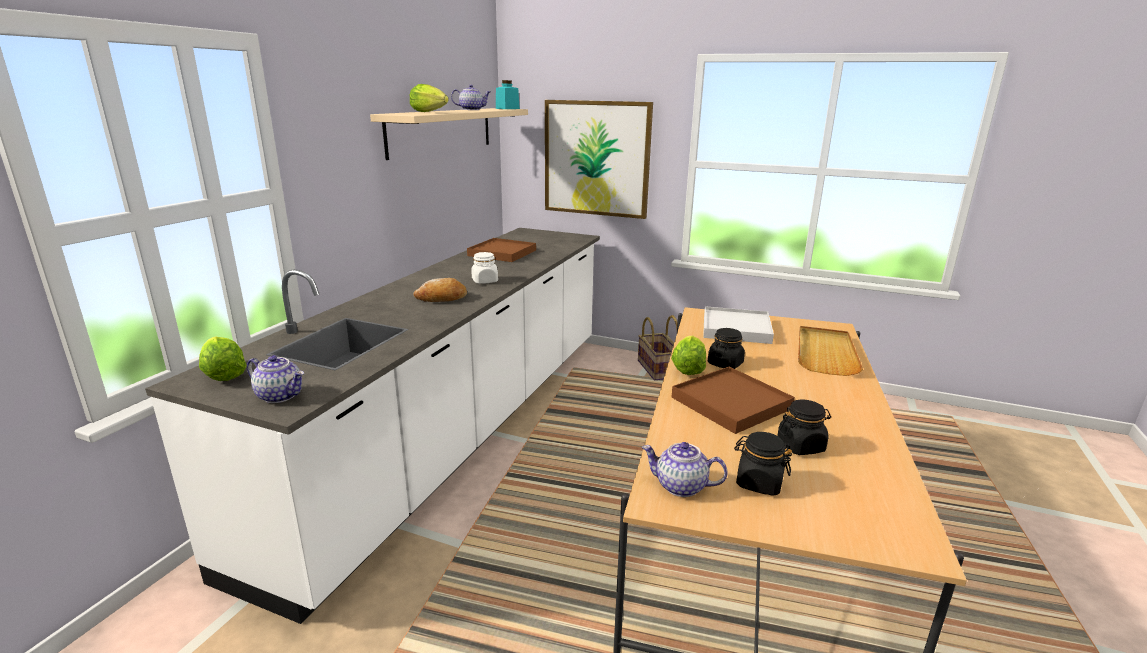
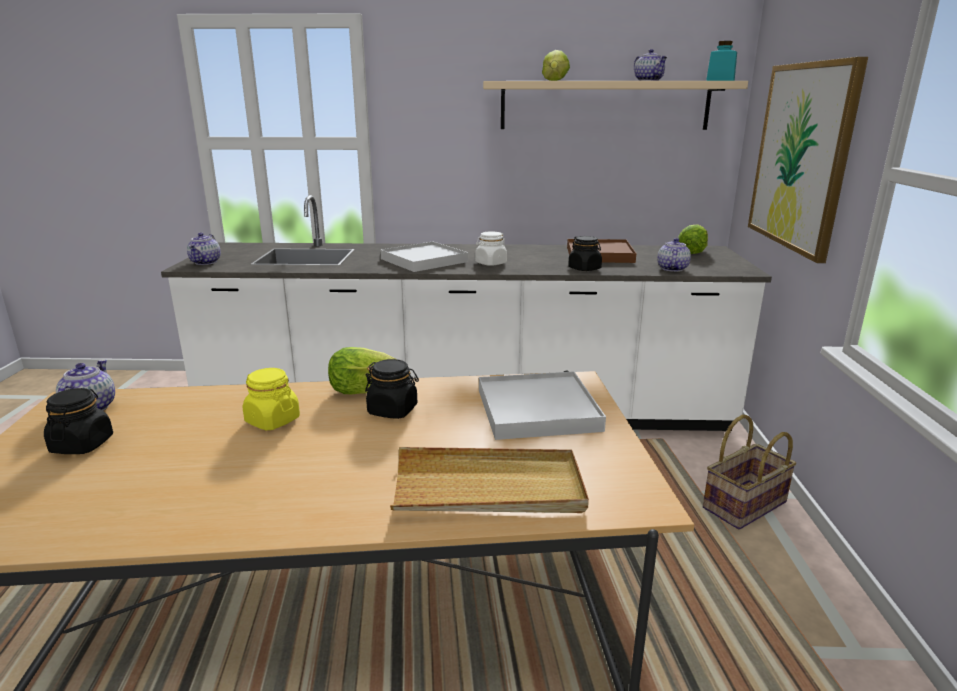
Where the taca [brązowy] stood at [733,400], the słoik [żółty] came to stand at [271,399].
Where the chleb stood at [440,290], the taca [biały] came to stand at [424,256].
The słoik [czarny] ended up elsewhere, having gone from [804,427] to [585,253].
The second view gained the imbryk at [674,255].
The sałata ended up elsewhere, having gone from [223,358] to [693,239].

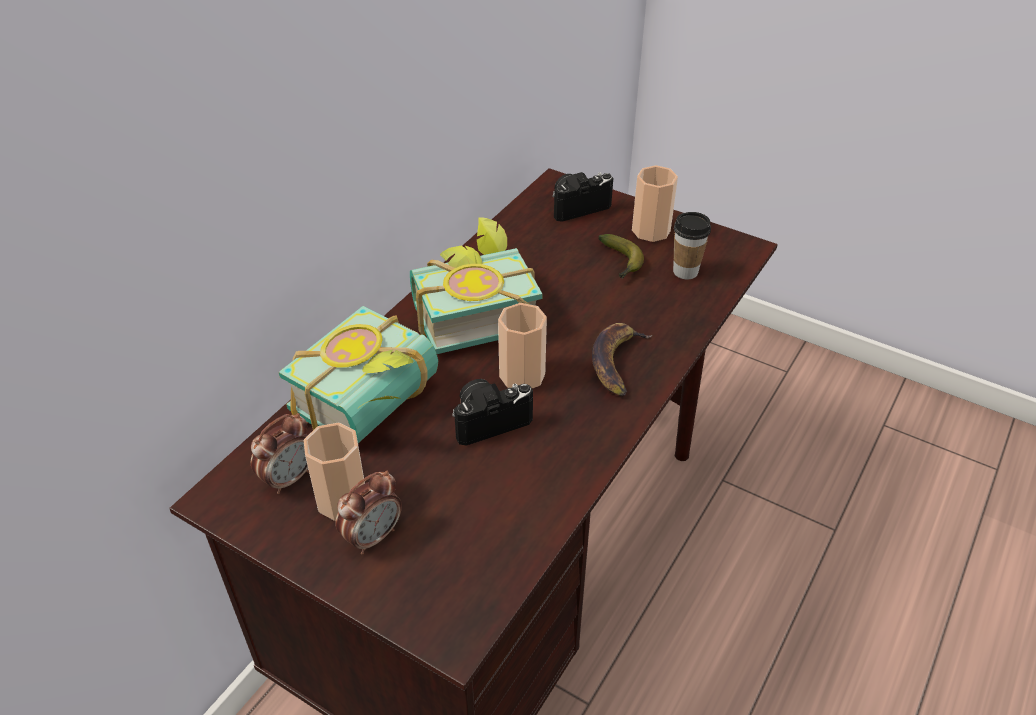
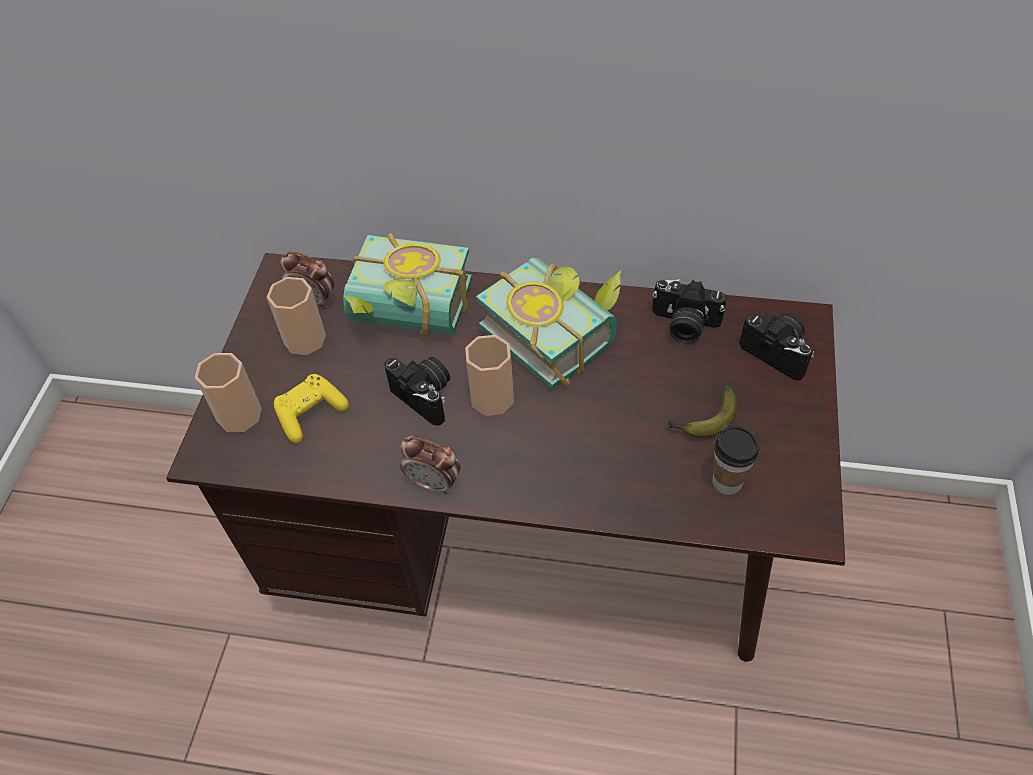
The filiżanka ended up elsewhere, having gone from [655,203] to [228,392].
The second view gained the pad do gier [żółty] at [311,408].
The budzik ended up elsewhere, having gone from [368,513] to [430,465].
The second view gained the aparat fotograficzny at [689,311].
The second view lost the banan at [622,359].

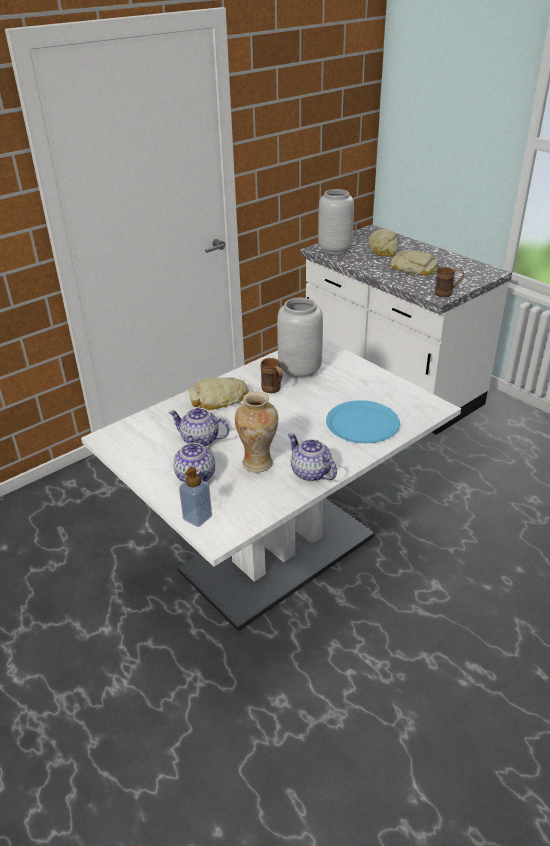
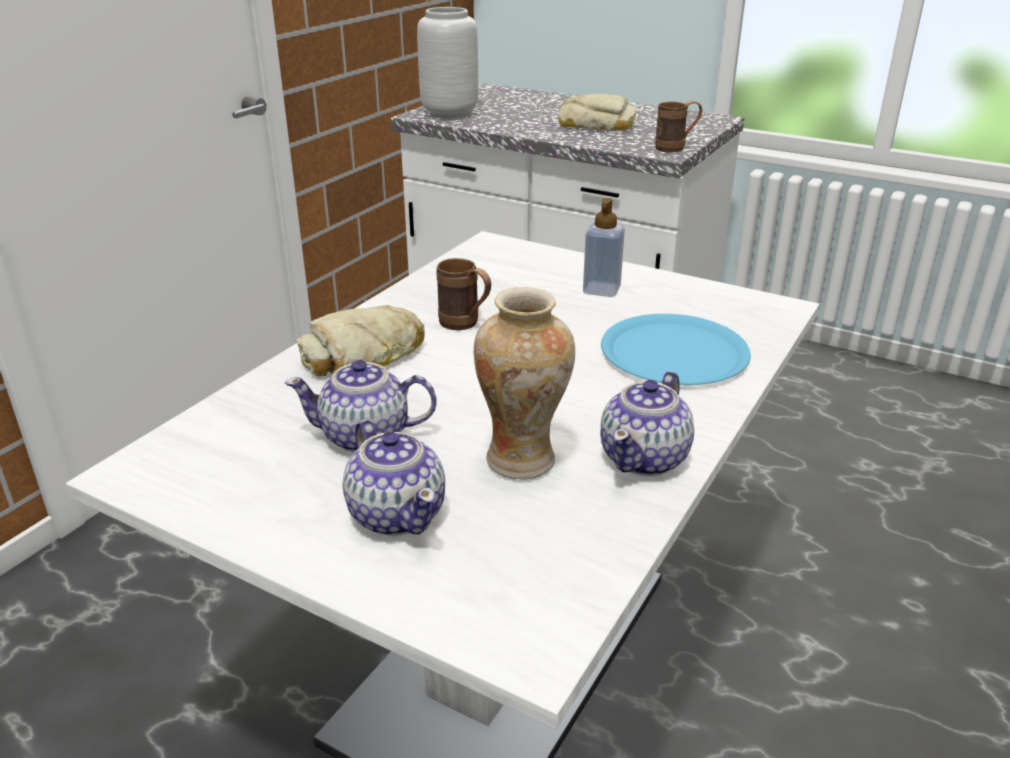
The dozownik mydła ended up elsewhere, having gone from [195,497] to [604,247].
The imbryk at [312,457] ended up facing another way, 90 degrees counterclockwise from before.
The second view lost the wazon [szary] at [300,338].
The second view lost the chleb at [383,242].

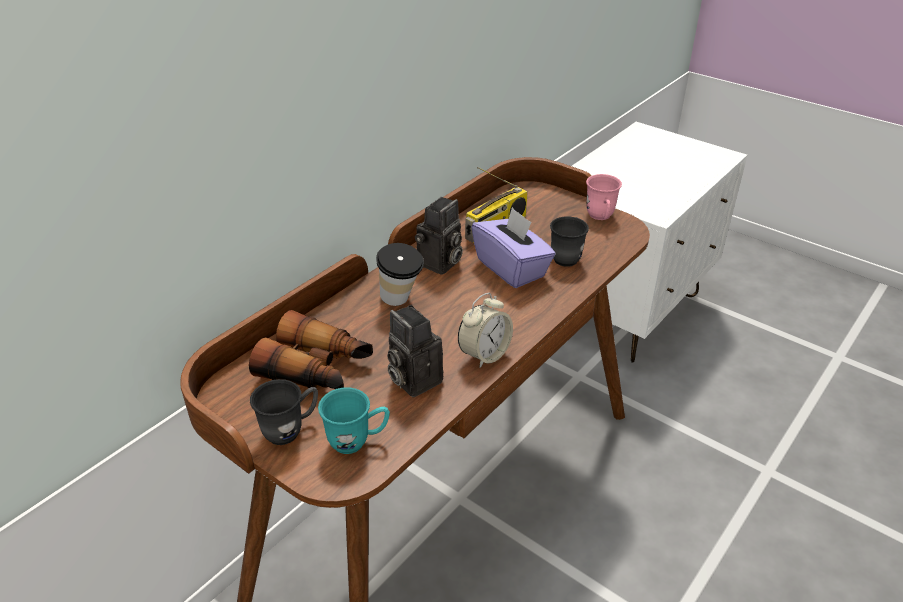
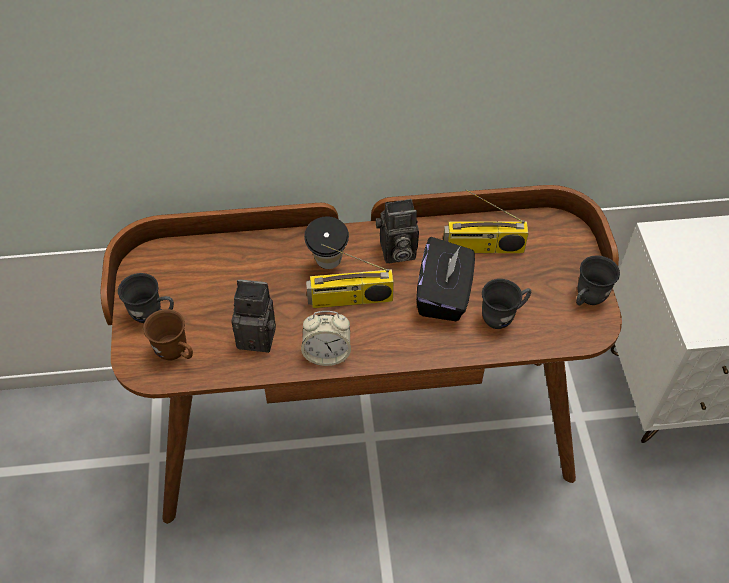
What was the kubek [turkusowy] at [354,420] turned into the kubek [brązowy] at [168,334].
The aparat fotograficzny at [415,351] ended up facing another way, 90 degrees clockwise from before.
The second view gained the radio at [350,276].
What was the pudełko chusteczek [fioletowy] at [513,247] turned into the pudełko chusteczek [czarny] at [445,279].
What was the kubek [różowy] at [604,197] turned into the kubek [szary] at [598,280].
The second view lost the lornetka at [311,349].

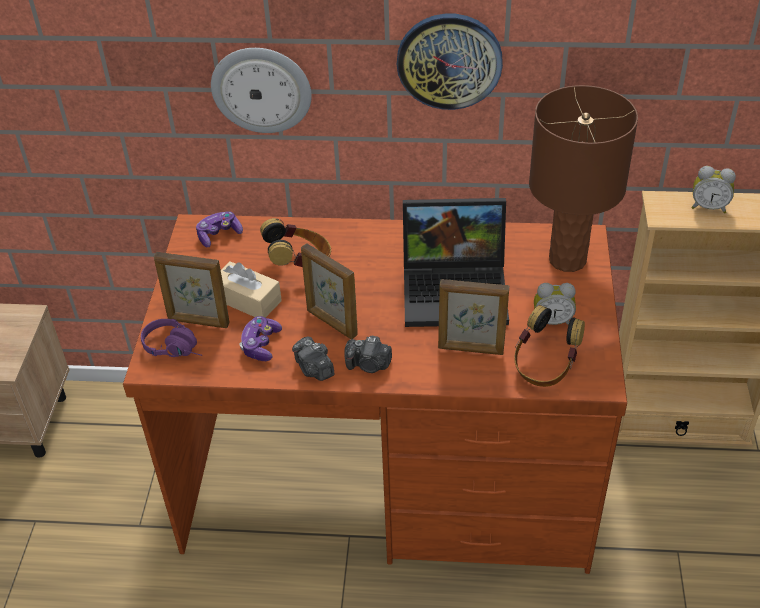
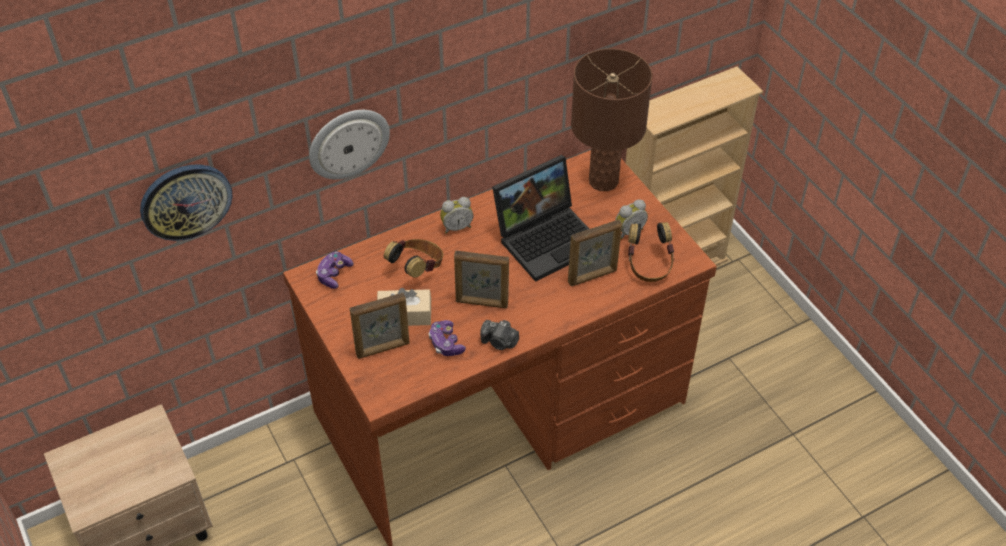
The zegar ścienny ended up elsewhere, having gone from [450,62] to [186,203].
The budzik ended up elsewhere, having gone from [713,189] to [456,215].
The second view lost the słuchawki [fioletowy] at [171,338].
The second view lost the aparat fotograficzny at [368,354].

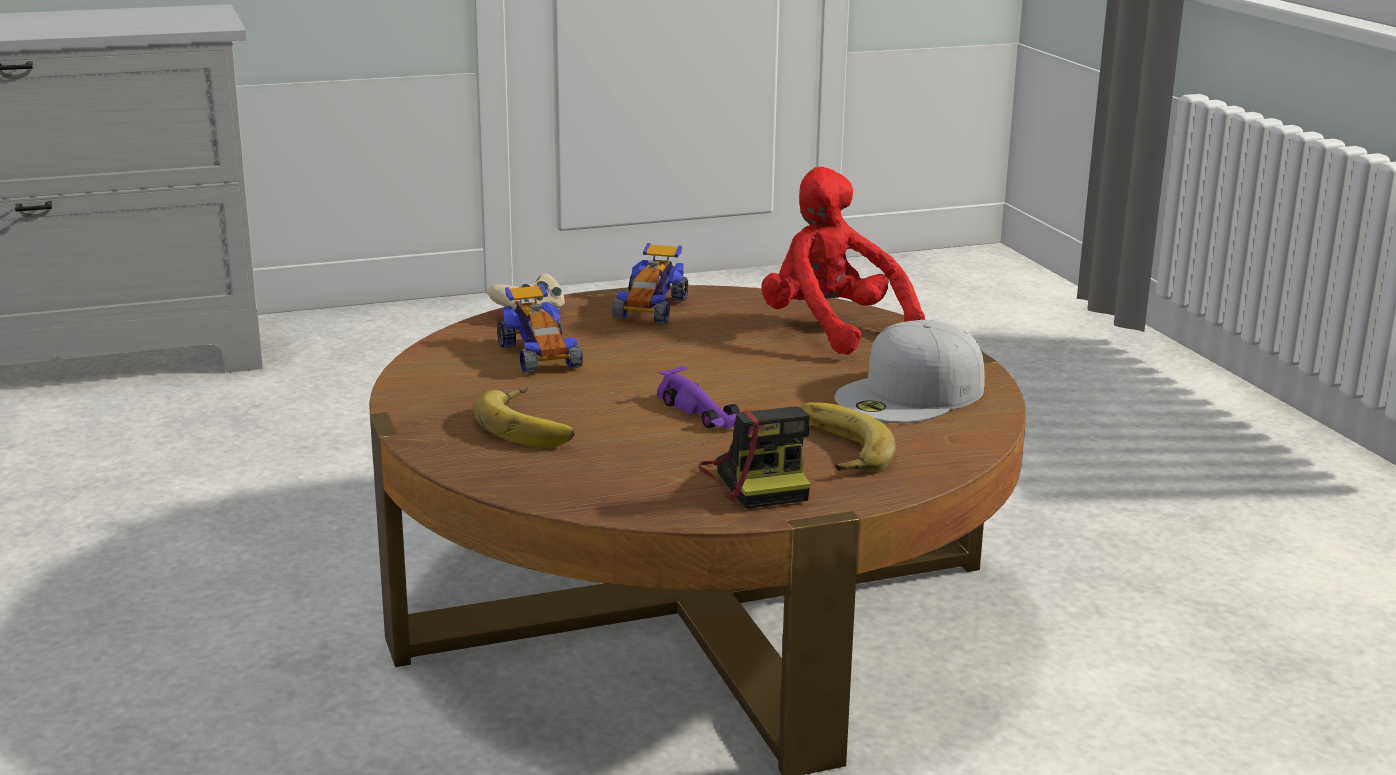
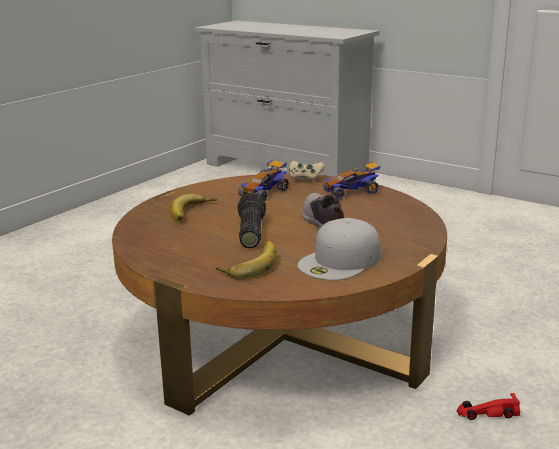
Where the samochodzik [fioletowy] stood at [698,397], the latarka came to stand at [252,220].
The czapka z daszkiem [biały] at [909,371] ended up facing another way, 60 degrees counterclockwise from before.
The second view gained the but at [323,211].
The second view gained the samochodzik [czerwony] at [488,406].
The second view lost the aparat fotograficzny at [754,457].
The second view lost the pluszak [czerwony] at [843,261].

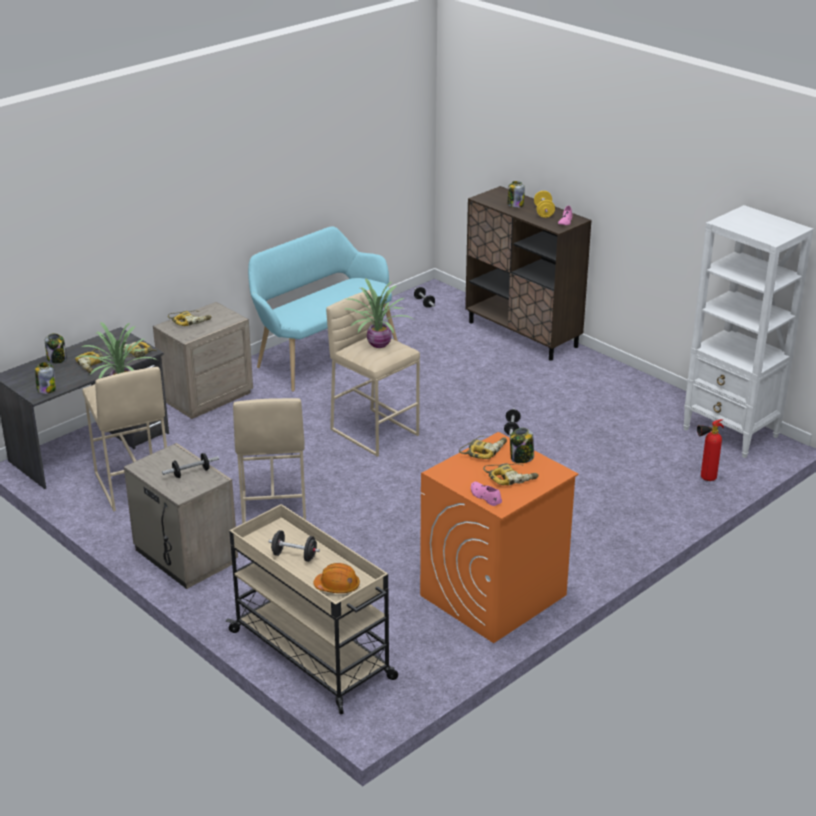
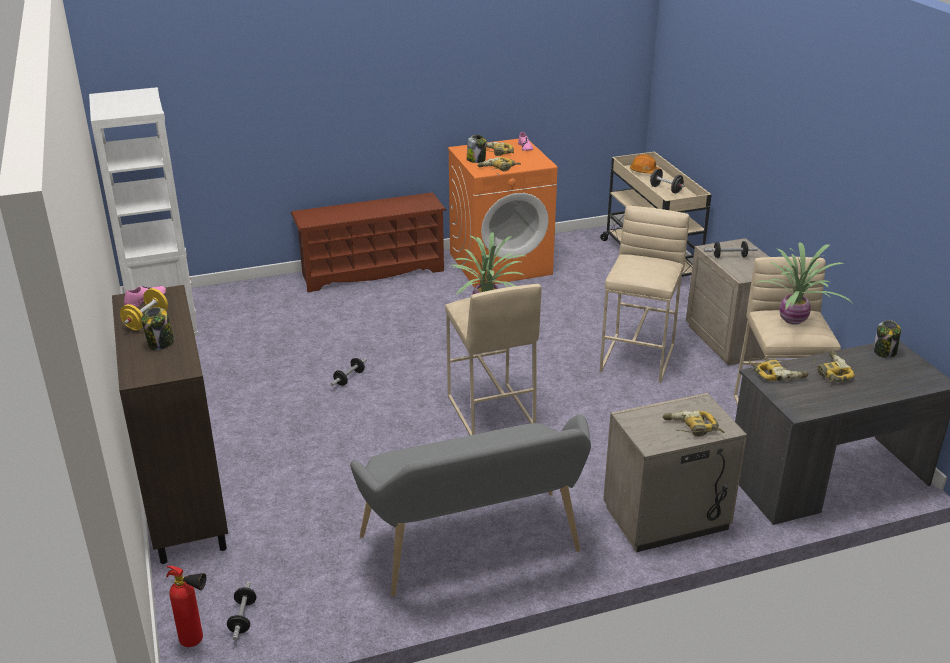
The gaśnica ended up elsewhere, having gone from [710,450] to [186,606].
The second view gained the regał na buty [brązowy] at [368,242].
What was the ławka [turkusowy] at [323,309] turned into the ławka [szary] at [470,505].
The second view lost the słoik at [56,348].

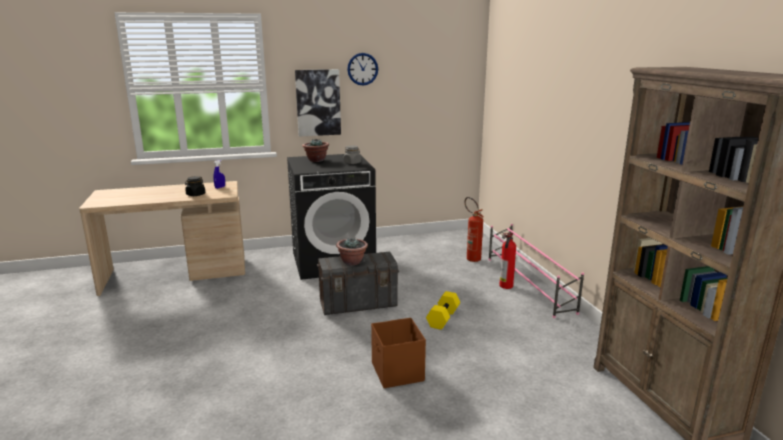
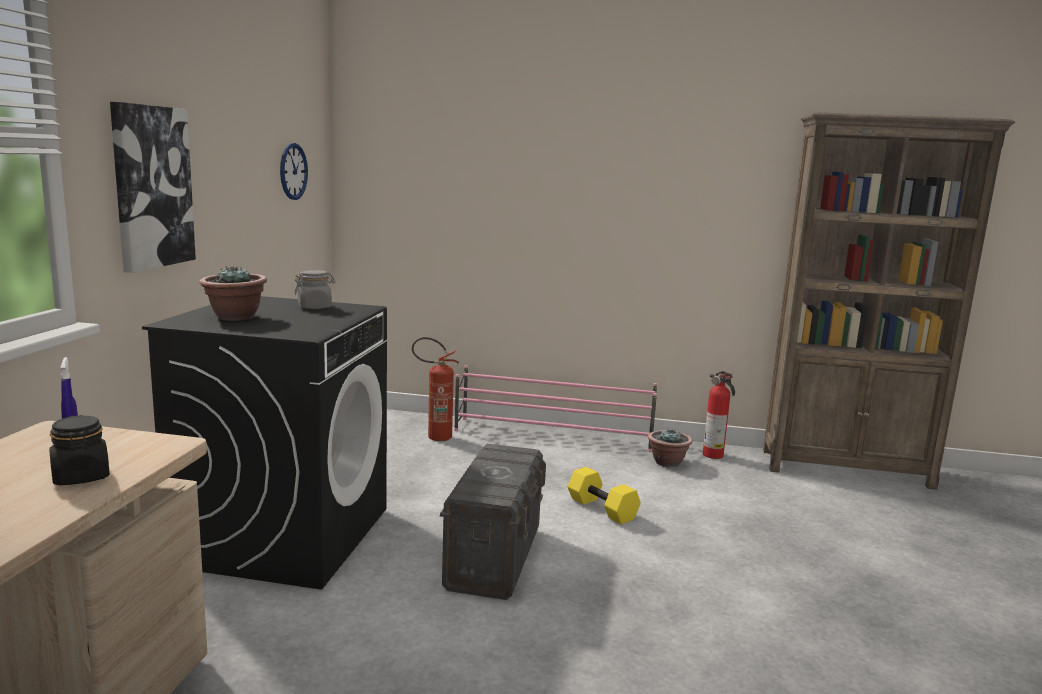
The zegar ścienny ended up elsewhere, having gone from [362,69] to [294,171].
The roślina doniczkowa ended up elsewhere, having gone from [352,251] to [670,447].
The gaśnica ended up elsewhere, having gone from [507,260] to [719,415].
The second view lost the pojemnik do przechowywania [brązowy] at [398,353].

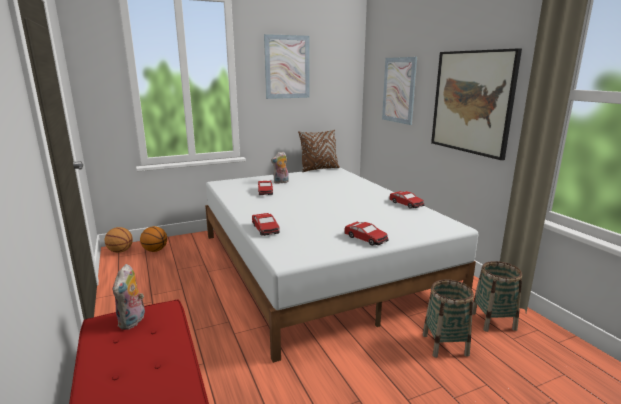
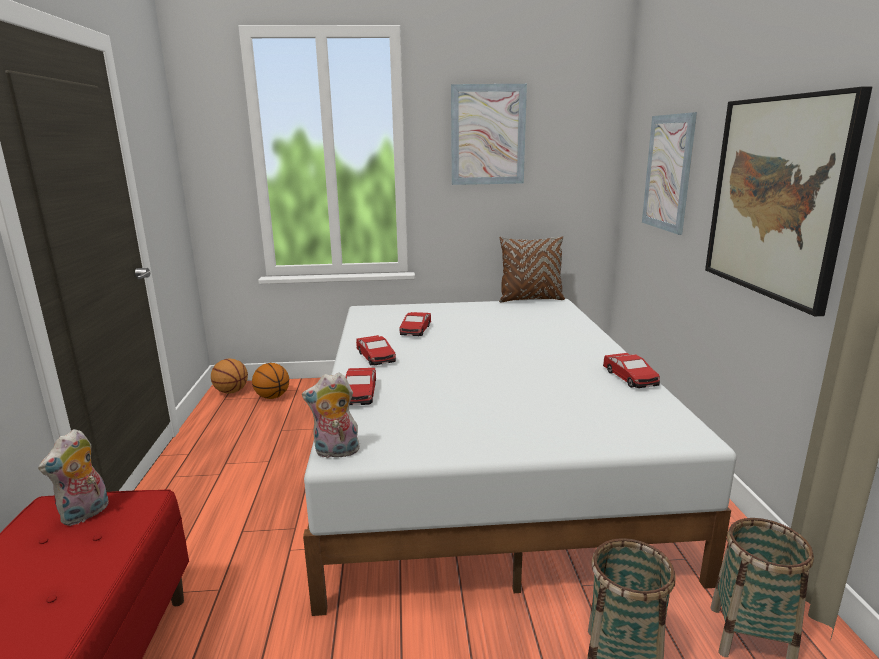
The pluszak ended up elsewhere, having gone from [280,168] to [331,415].
The samochodzik ended up elsewhere, having gone from [366,234] to [376,350].

